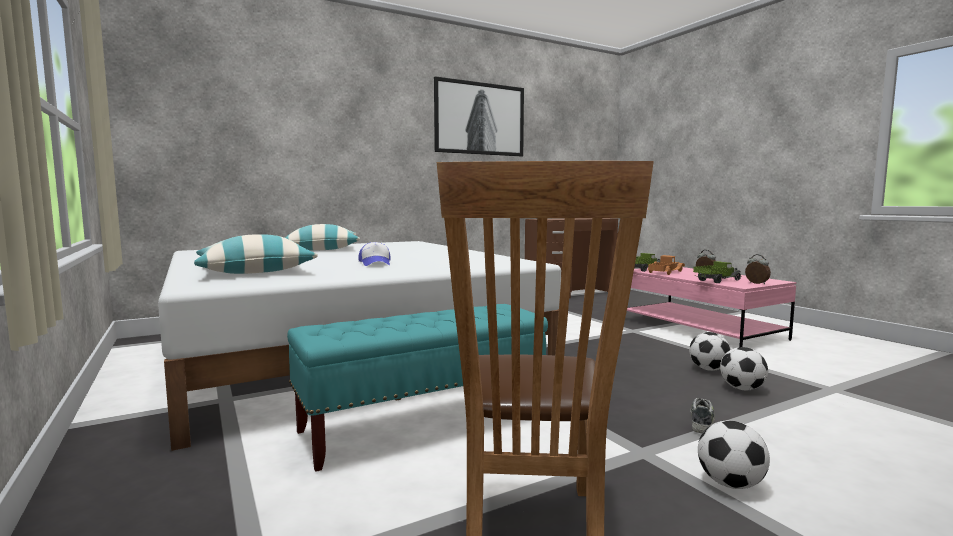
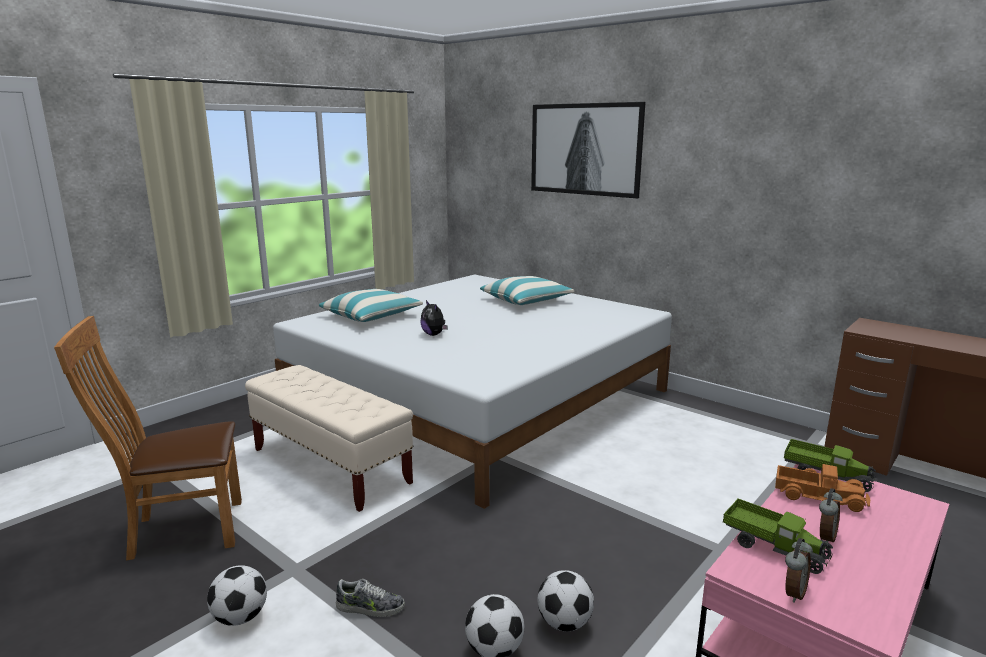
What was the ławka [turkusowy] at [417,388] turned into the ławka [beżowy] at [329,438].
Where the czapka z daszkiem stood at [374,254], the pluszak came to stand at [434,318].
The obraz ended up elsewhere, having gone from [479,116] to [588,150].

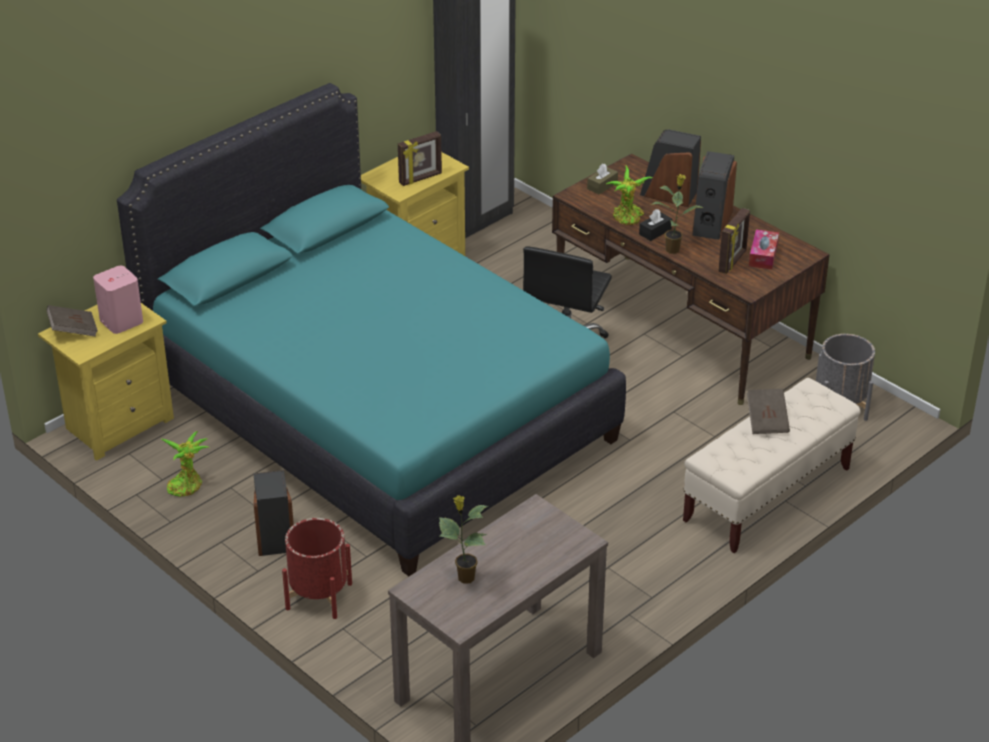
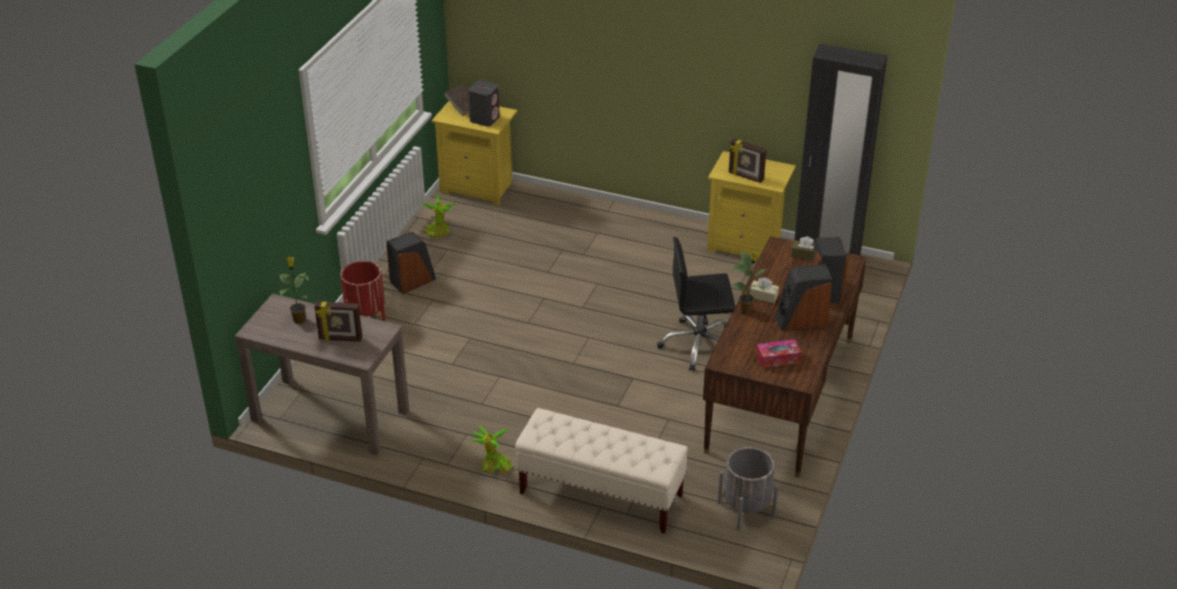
The ramka na zdjęcie ended up elsewhere, having gone from [734,241] to [338,321].
What was the głośnik [różowy] at [118,300] turned into the głośnik [szary] at [484,103].
The roślina doniczkowa ended up elsewhere, having gone from [629,195] to [491,449].
What was the pudełko chusteczek [czarny] at [655,225] turned into the pudełko chusteczek [beżowy] at [764,290].
The second view lost the łóżko [turkusowy] at [371,329].
The second view lost the książka [brązowy] at [768,411].

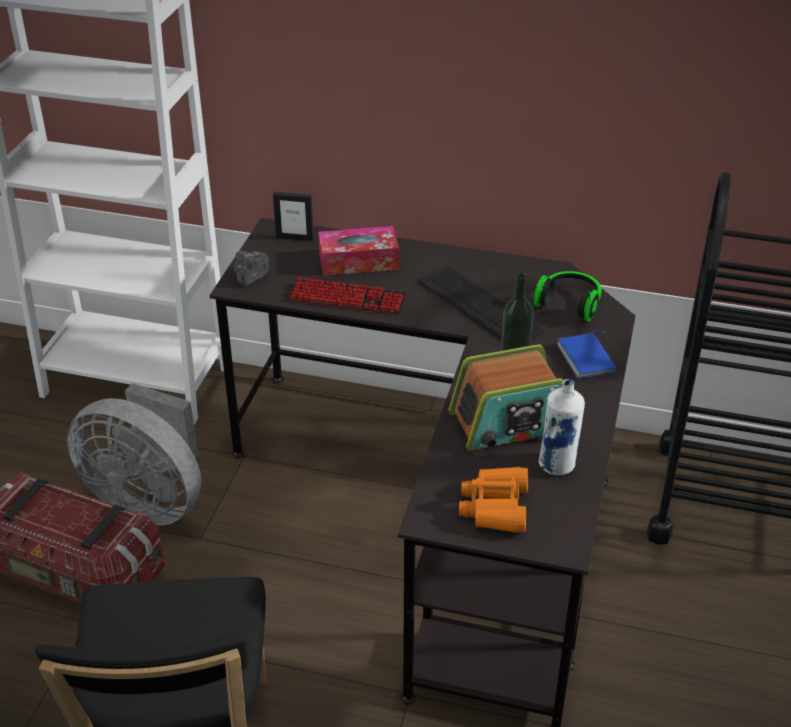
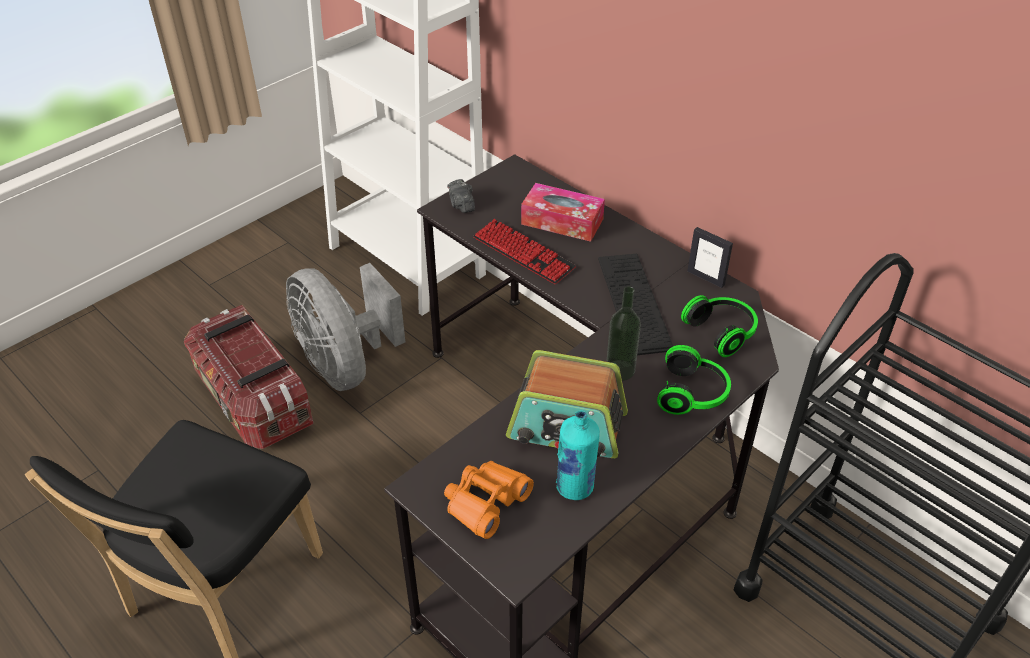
The aparat fotograficzny at [252,268] ended up facing another way, 90 degrees counterclockwise from before.
What was the butelka [biały] at [562,427] turned into the butelka [turkusowy] at [578,455].
Where the książka [niebieski] stood at [587,354], the słuchawki came to stand at [694,380].
The ramka na zdjęcie ended up elsewhere, having gone from [293,216] to [710,257].

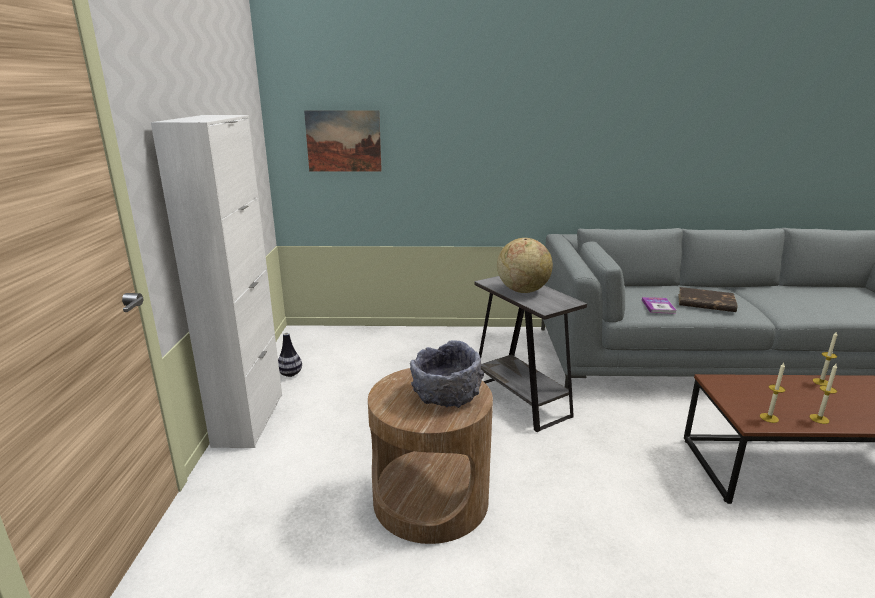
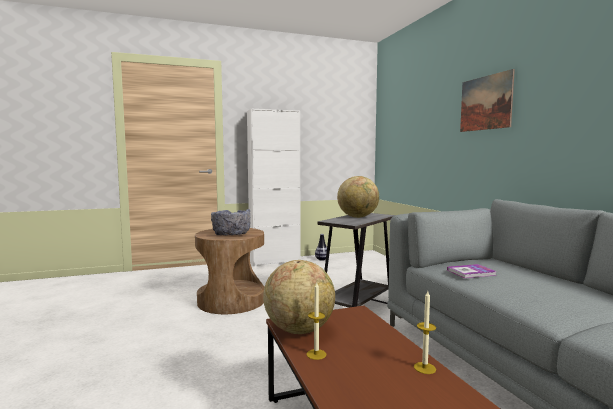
Where the świeca stood at [772,393], the globus came to stand at [299,297].
The obraz ended up elsewhere, having gone from [343,141] to [487,100].
The second view lost the książka [brązowy] at [708,299].

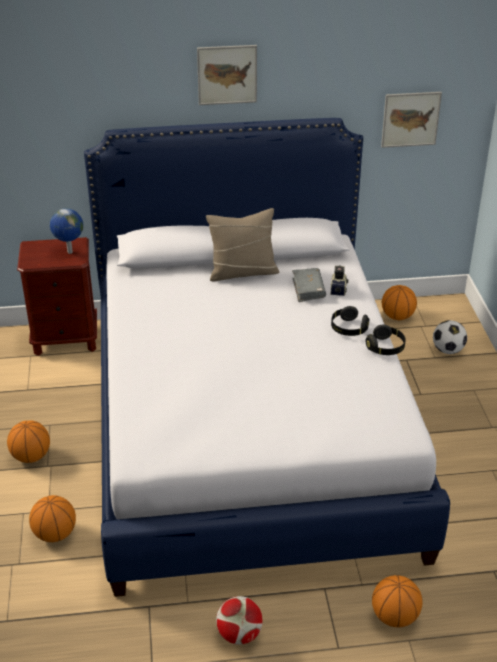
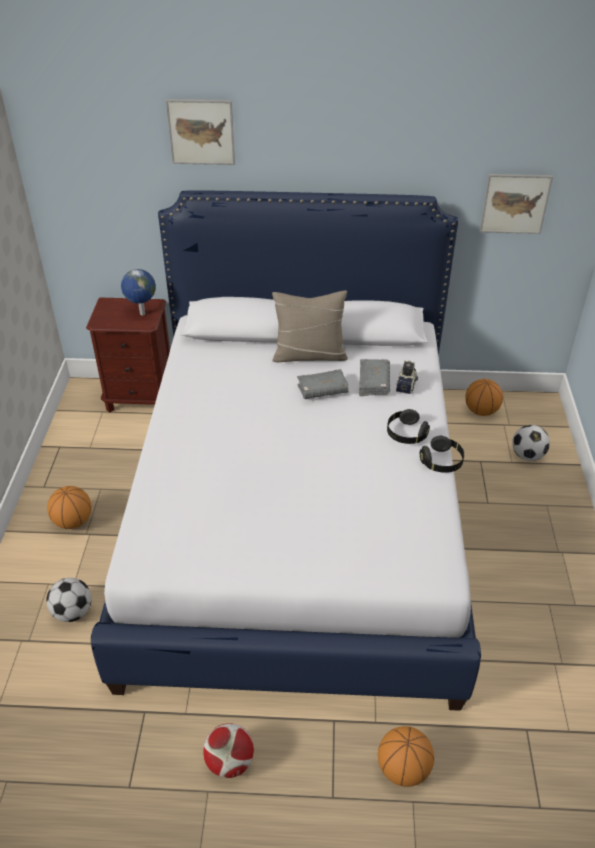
Where the piłka do koszykówki stood at [52,518], the piłka futbolowa came to stand at [69,600].
The obraz ended up elsewhere, having gone from [227,75] to [200,132].
The second view gained the książka [szary] at [323,384].

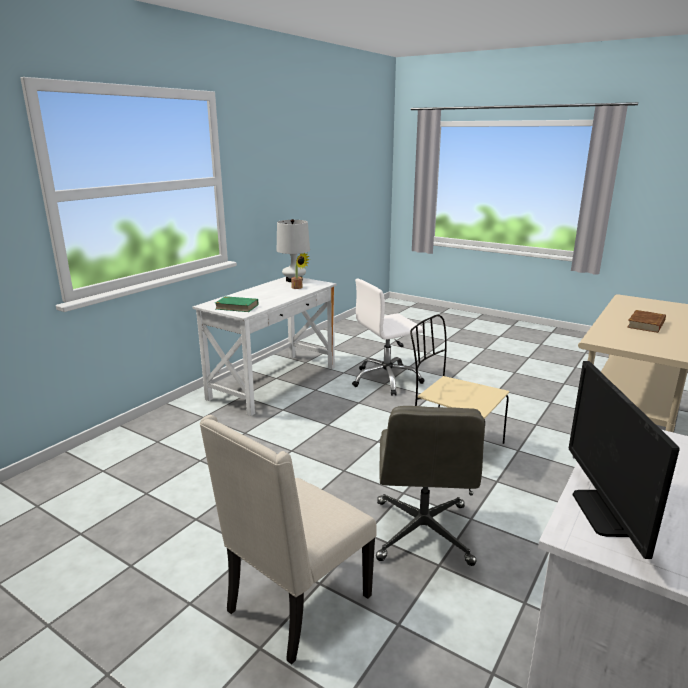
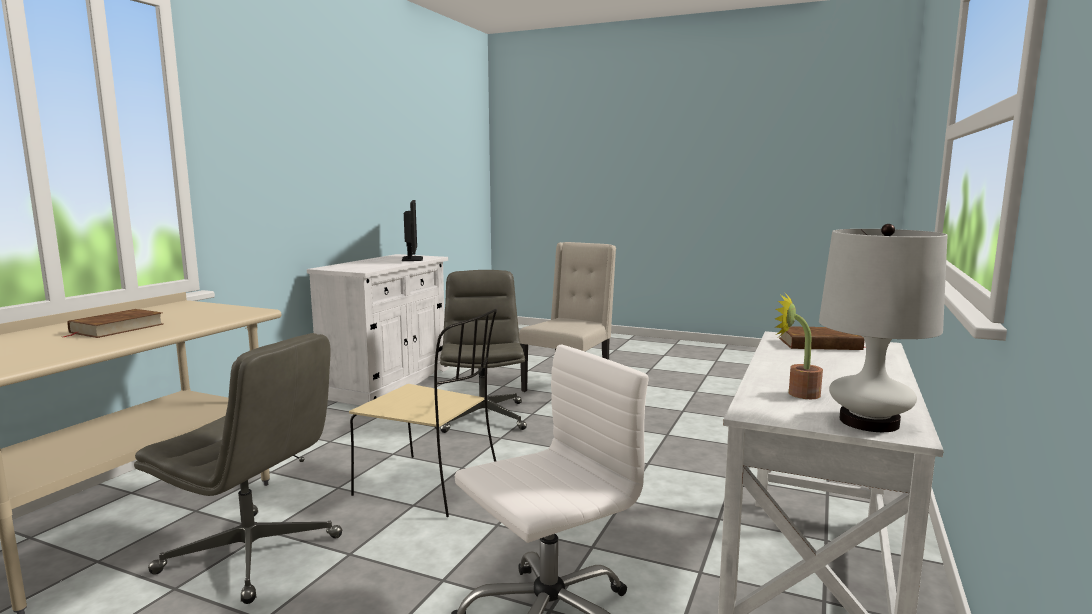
The second view gained the krzesło biurowe [szary] at [238,468].
What was the książka [zielony] at [236,304] turned into the książka [brązowy] at [822,338].

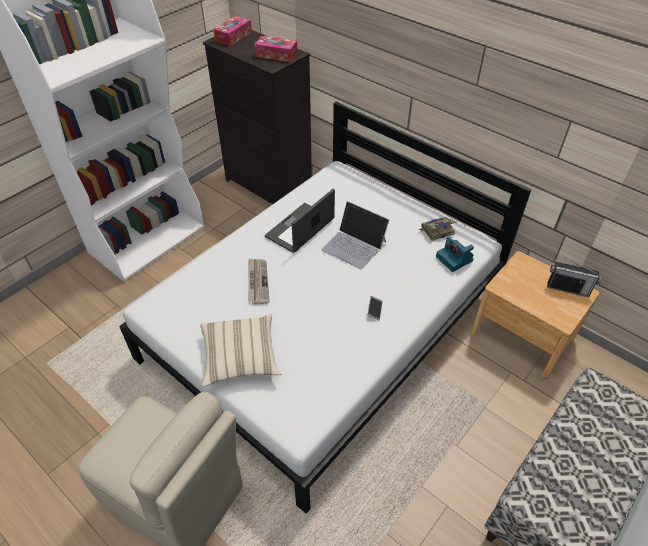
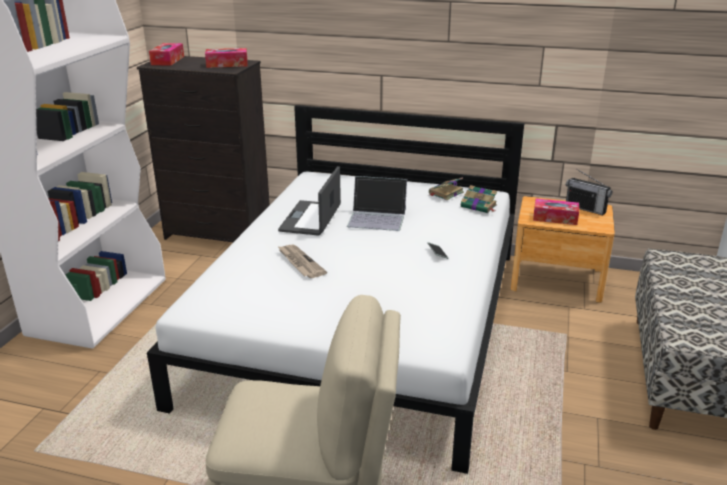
Where the aparat fotograficzny stood at [455,254], the książka came to stand at [479,199].
The second view gained the pudełko chusteczek at [556,211].
The radio at [574,277] ended up facing another way, 45 degrees clockwise from before.
The second view lost the poduszka [beżowy] at [240,350].

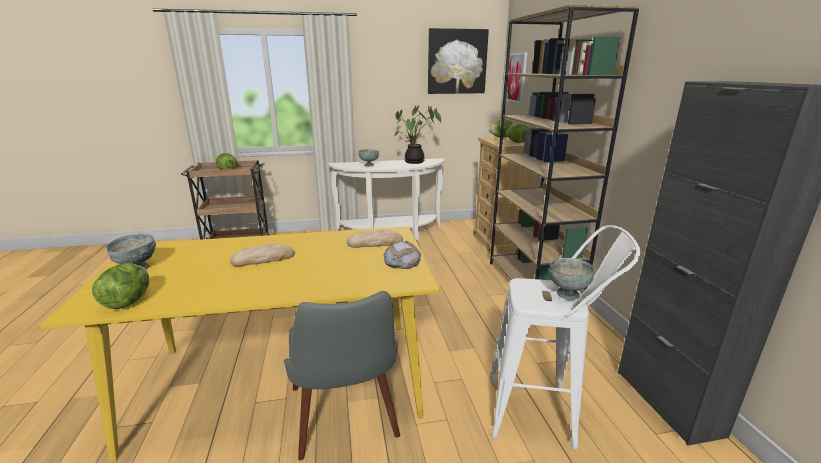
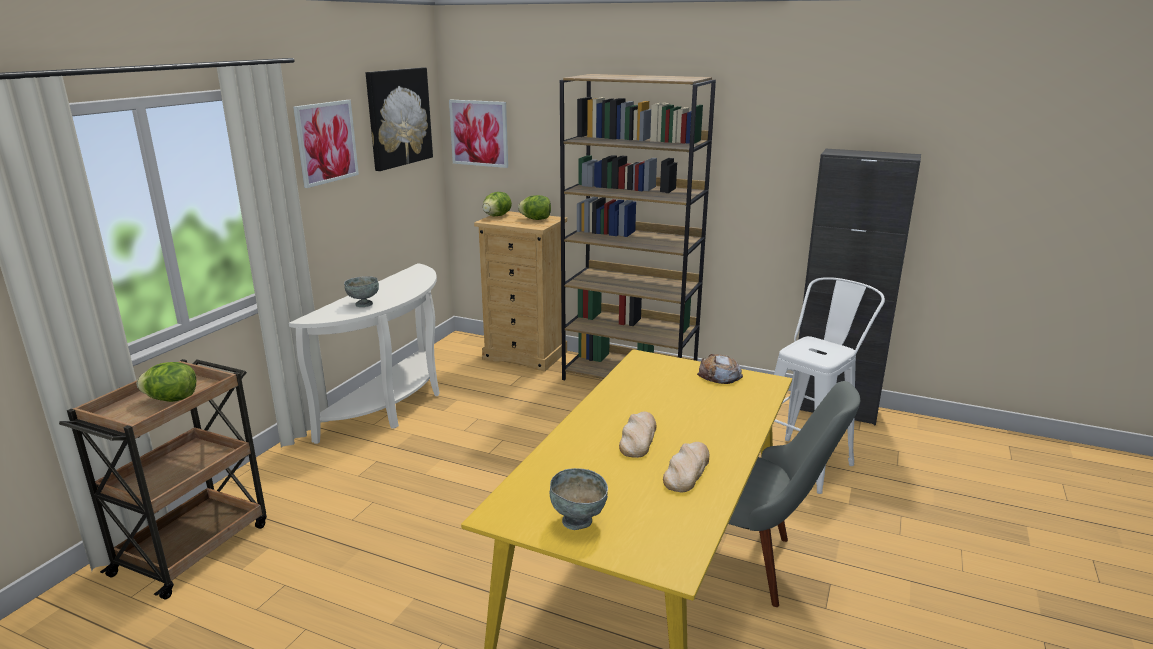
The second view gained the obraz at [326,144].
The chleb ended up elsewhere, having gone from [375,239] to [686,467].
The second view lost the sałata at [120,286].
The second view lost the roślina doniczkowa at [417,134].
The second view lost the miska [szary] at [572,279].

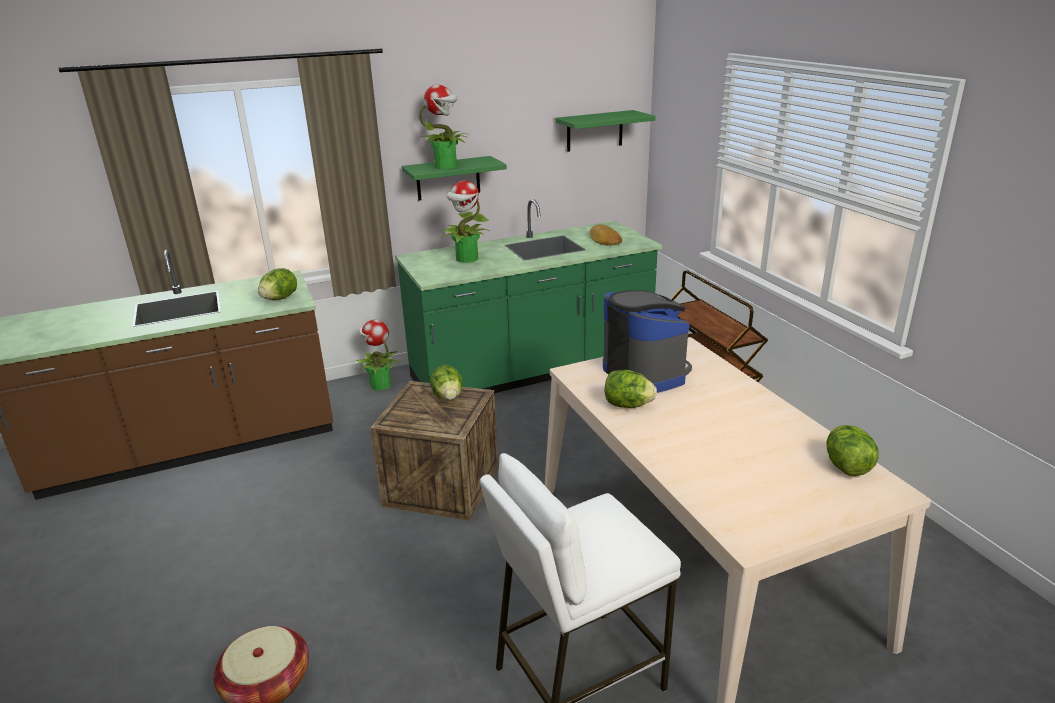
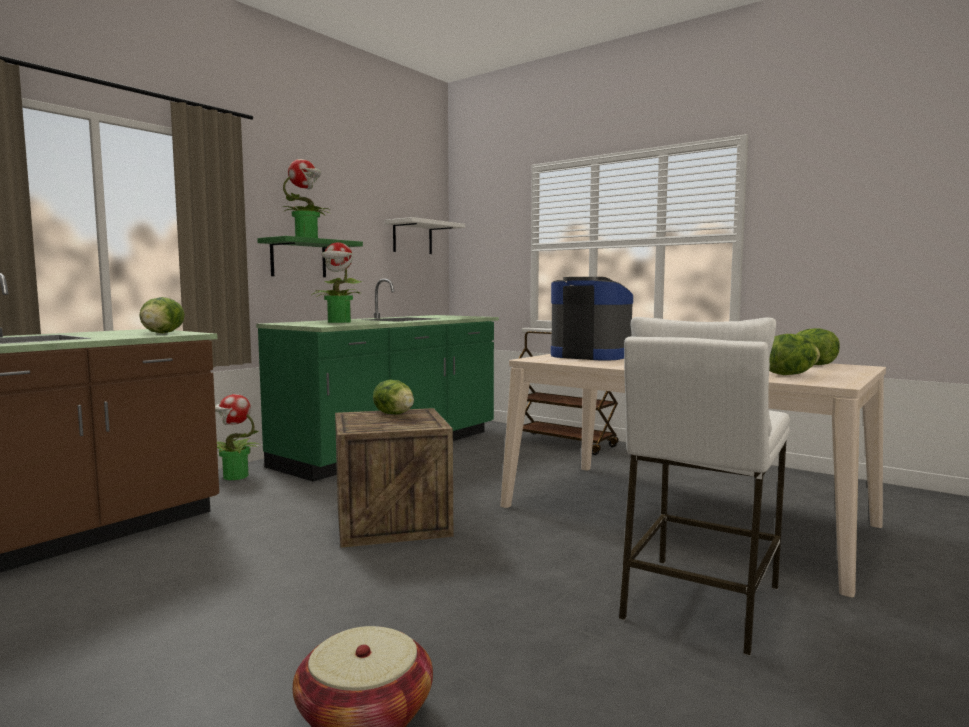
What was the półka [zielony] at [605,131] turned into the półka [biały] at [425,235].
The sałata ended up elsewhere, having gone from [631,389] to [794,354].
The second view lost the chleb at [606,235].

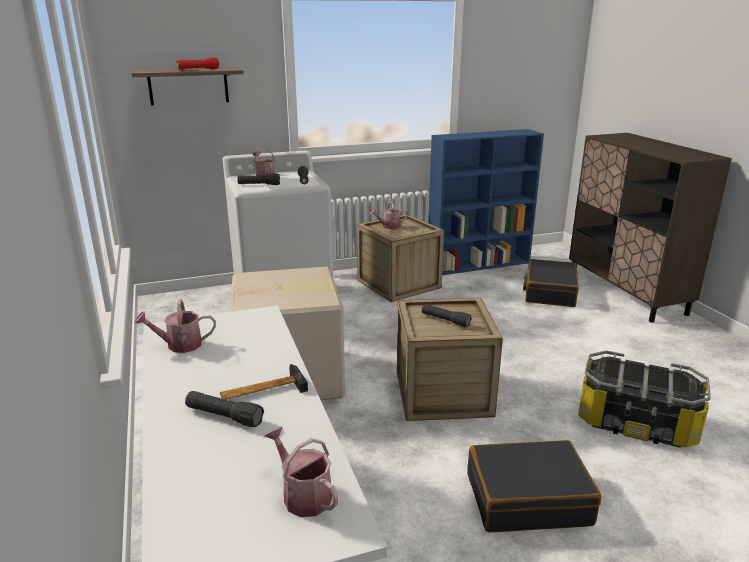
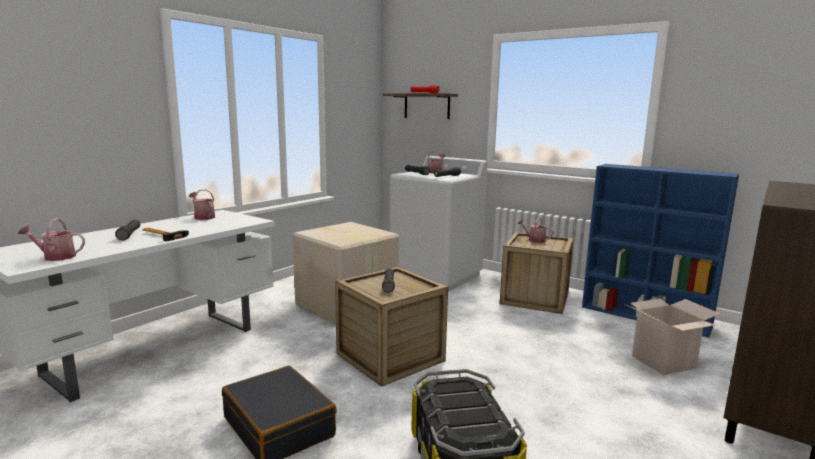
The konewka at [301,471] ended up facing another way, 105 degrees counterclockwise from before.
Where the walizka [czarny] stood at [551,283], the karton came to stand at [672,337].

